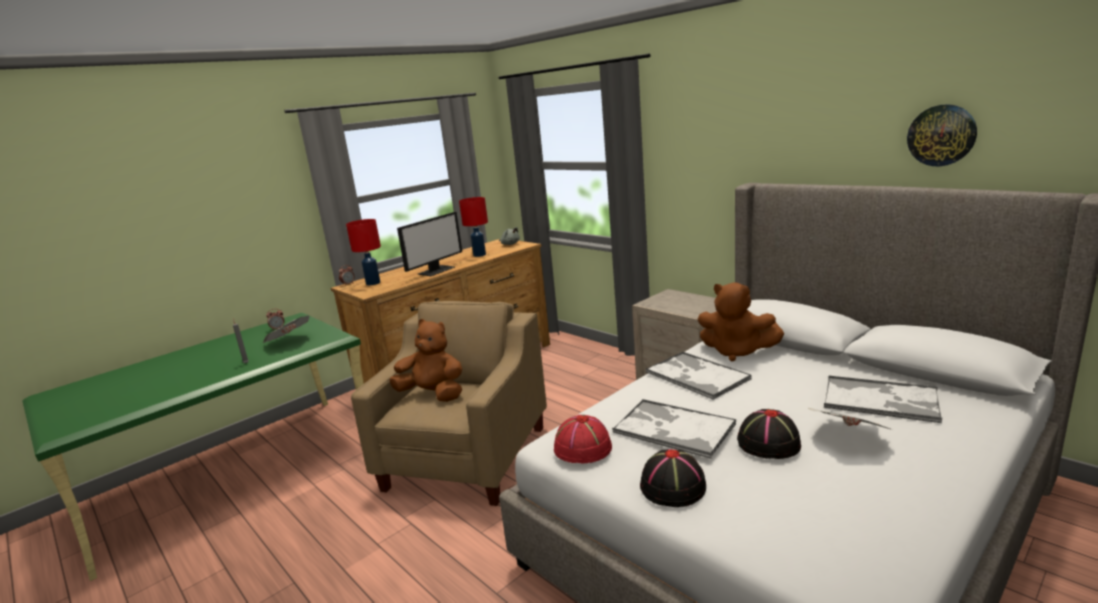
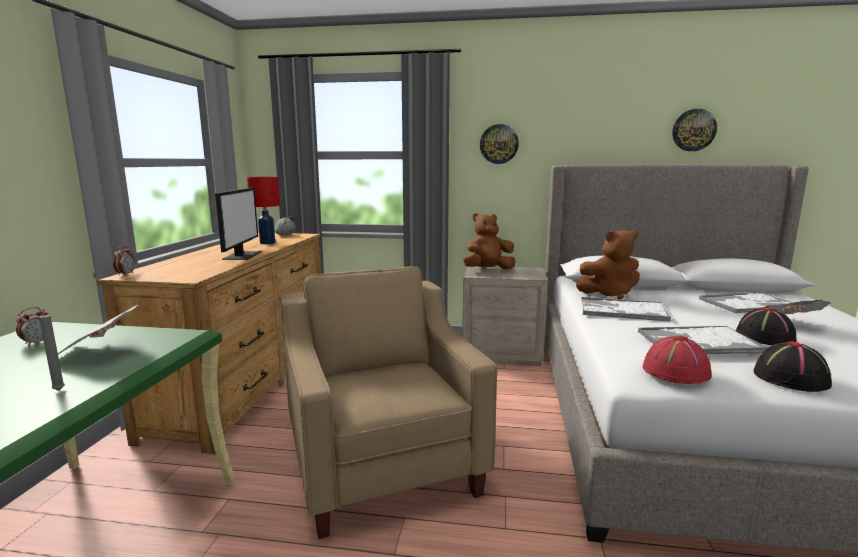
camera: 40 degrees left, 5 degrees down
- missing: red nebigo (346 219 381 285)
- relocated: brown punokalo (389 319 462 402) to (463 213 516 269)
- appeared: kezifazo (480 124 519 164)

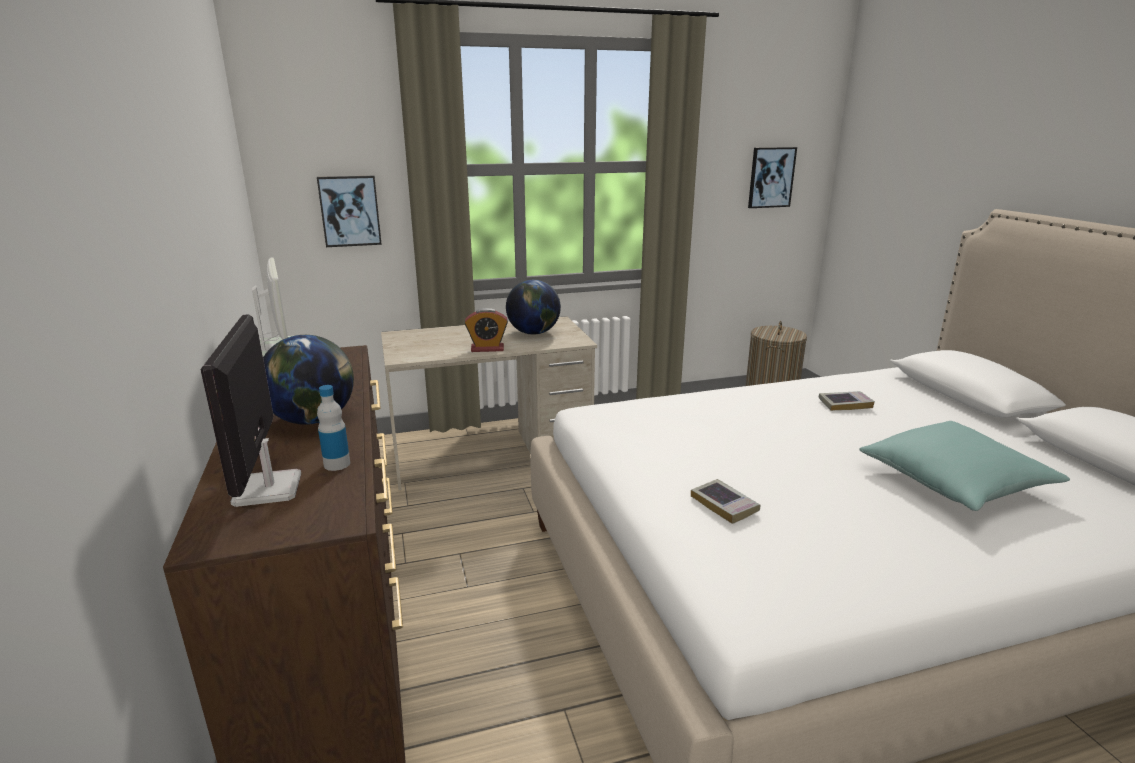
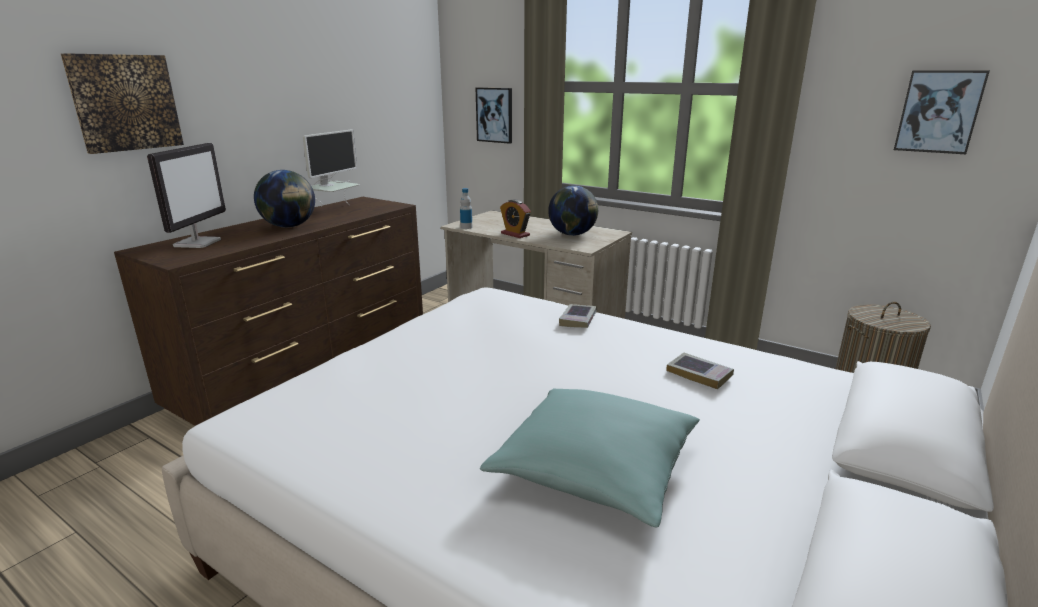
camera: 50 degrees right, 0 degrees up
- spun: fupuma (200 314 301 507) = (147 143 226 248) 150 degrees clockwise
- relocated: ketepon (317 385 350 471) to (460 188 472 229)
- relocated: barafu (691 479 760 524) to (559 304 597 328)
- appeared: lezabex (61 53 184 154)

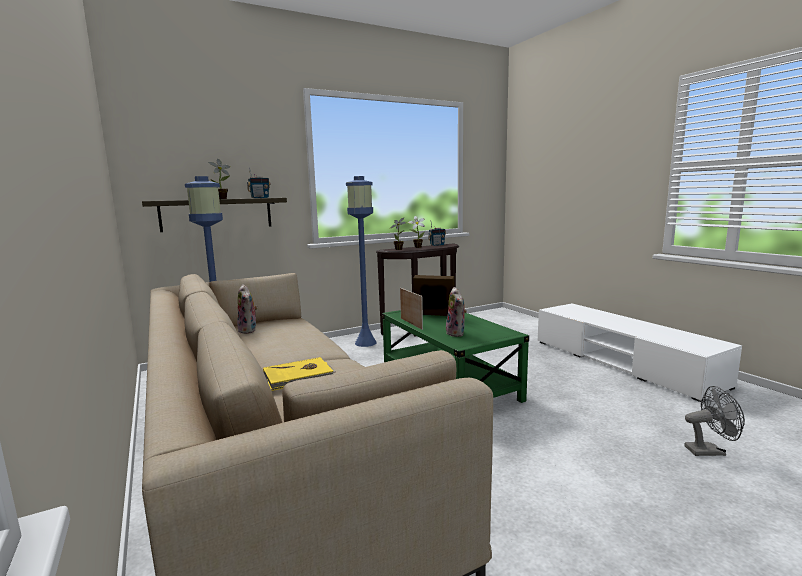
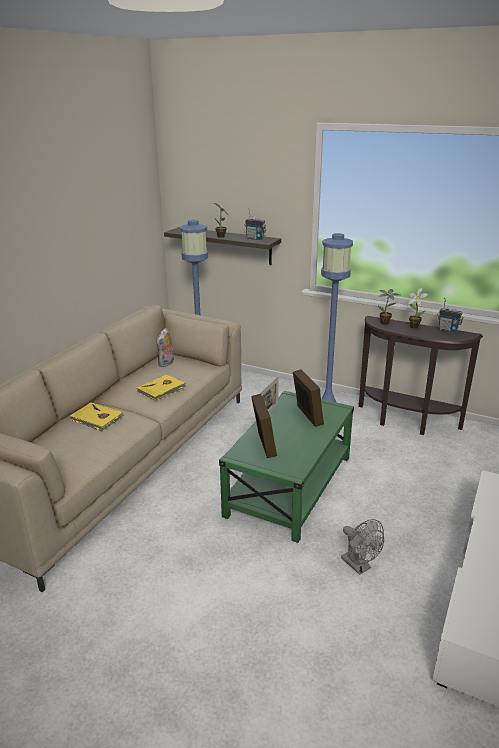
camera: 55 degrees right, 15 degrees up
- exchanged: punokalo (446 287 467 337) to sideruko (251 394 277 458)
- relocated: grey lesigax (684 386 745 456) to (341 519 384 575)
- appeared: yellow barafu (137 374 186 401)

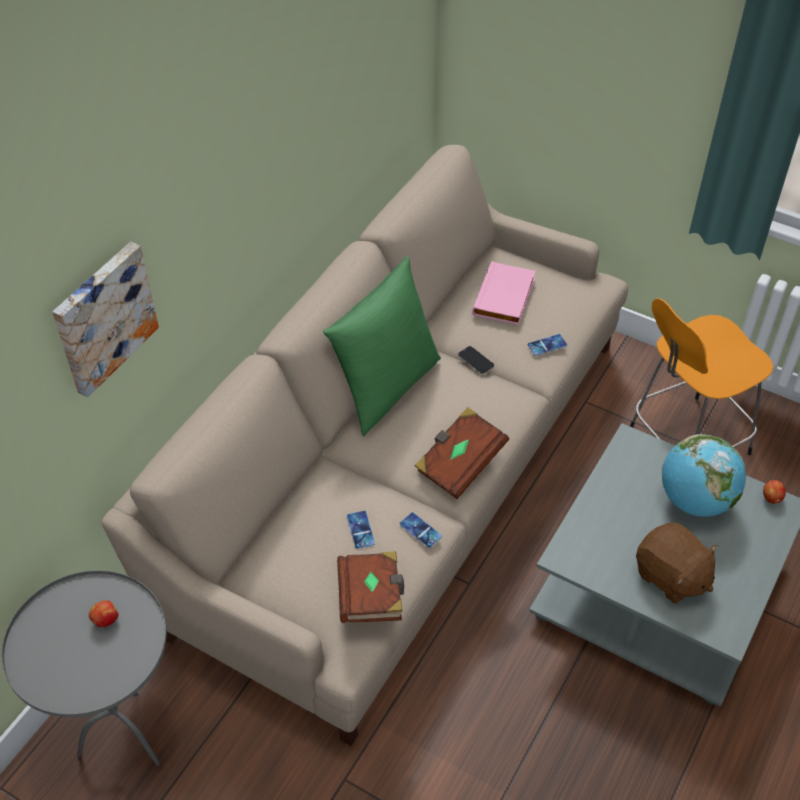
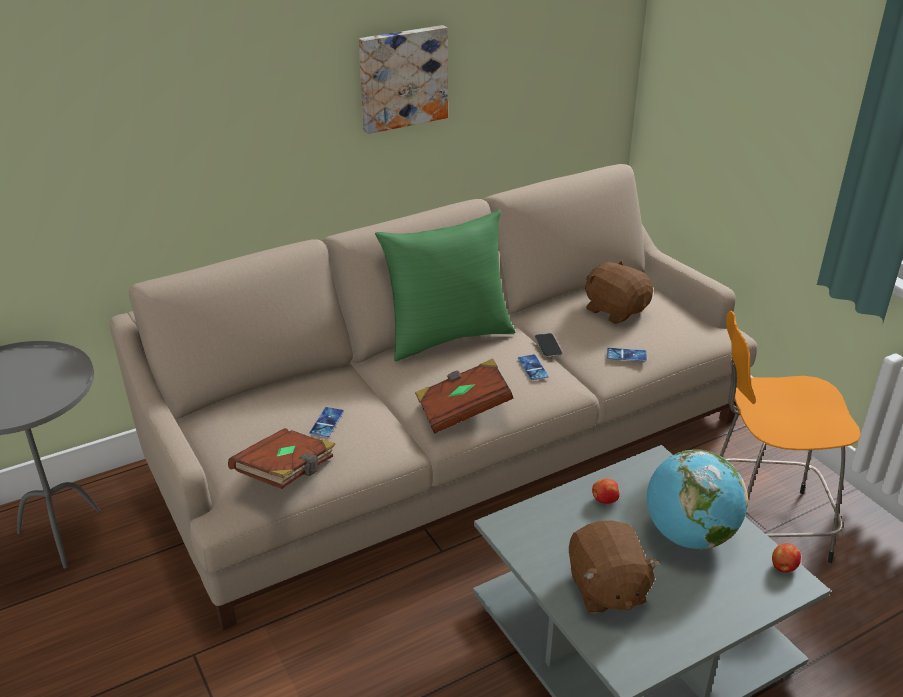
camera: 30 degrees right, 15 degrees down
- relocated: lezabex (52 242 159 398) to (359 25 448 134)
- relocated: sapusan (89 600 118 627) to (592 479 620 504)
- relocated: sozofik (399 512 442 548) to (518 354 549 380)
- exchanged: pink barafu (472 261 535 325) to brown punokalo (585 260 653 324)

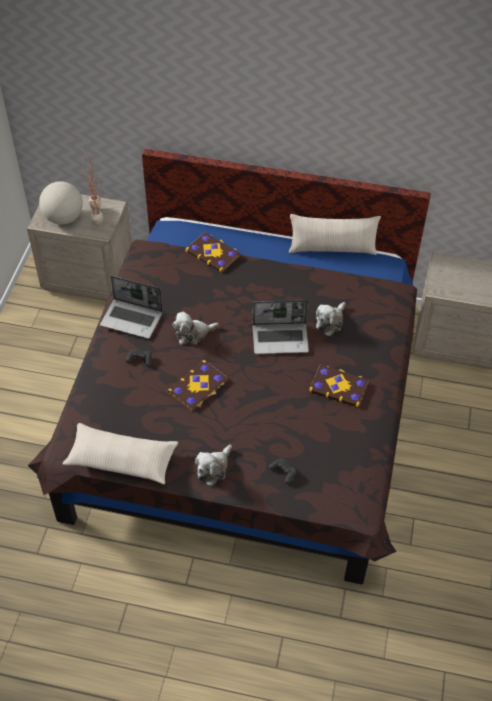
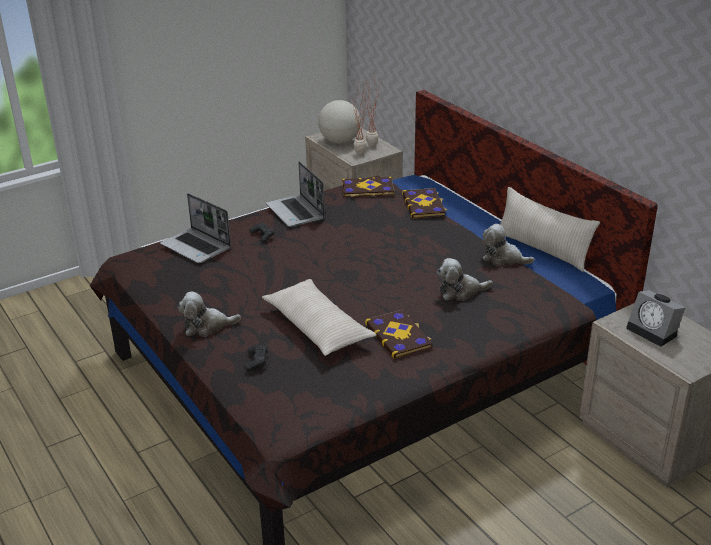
camera: 45 degrees right, 20 degrees down
- relocated: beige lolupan (63 423 178 484) to (262 279 376 356)
- relocated: barafu (168 360 228 411) to (342 177 395 197)
- relocated: punokalo (172 312 219 345) to (482 224 535 266)
- relocated: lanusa (253 300 309 354) to (160 193 231 263)
- appeared: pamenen (626 290 685 347)

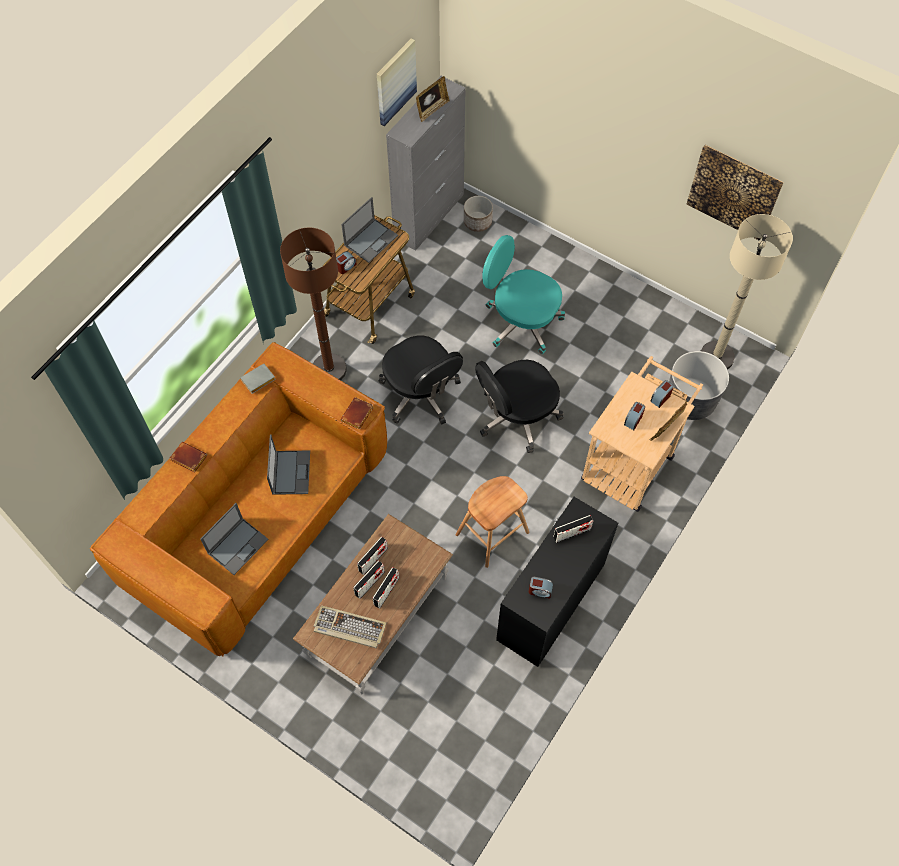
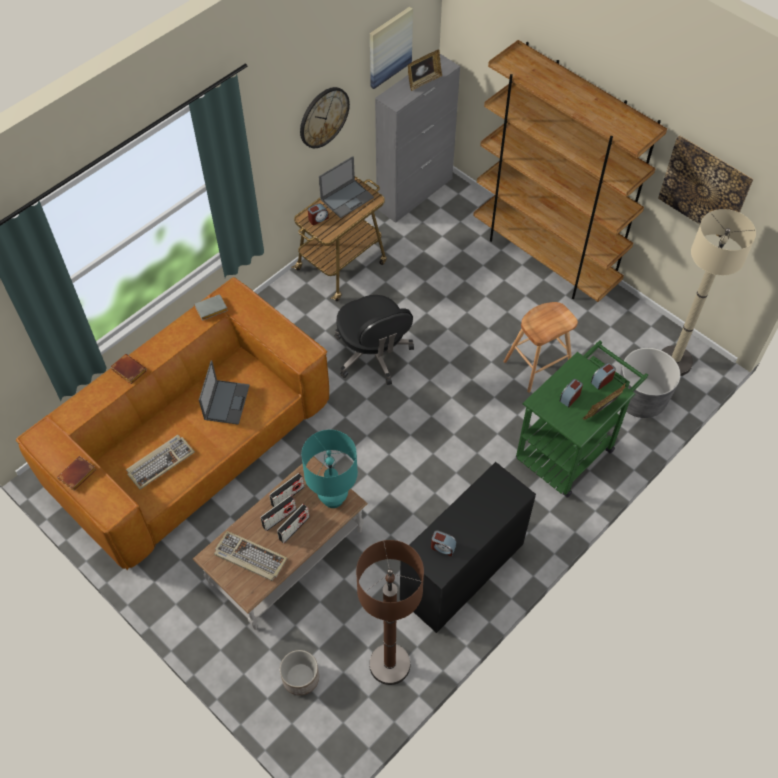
camera: 10 degrees right, 5 degrees down
- exchanged: lanusa (200 503 268 575) to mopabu (126 435 195 490)
- relocated: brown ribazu (280 228 347 380) to (356 540 424 685)
- relocated: brown barafu (340 397 374 430) to (57 456 96 491)
- relocated: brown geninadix (455 476 529 568) to (503 302 578 393)
- relocated: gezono (464 196 493 232) to (280 650 319 696)
- missing: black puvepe (475 360 564 453)
- missing: turquoise puvepe (482 235 565 354)
- missing: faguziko (553 515 593 543)
- colour: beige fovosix (581 356 703 512) to green fovosix (516 340 648 498)
- appeared: kezifazo (300 87 350 148)
- appeared: turquoise nebigo (301 430 358 508)
- appeared: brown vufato (473 40 667 302)

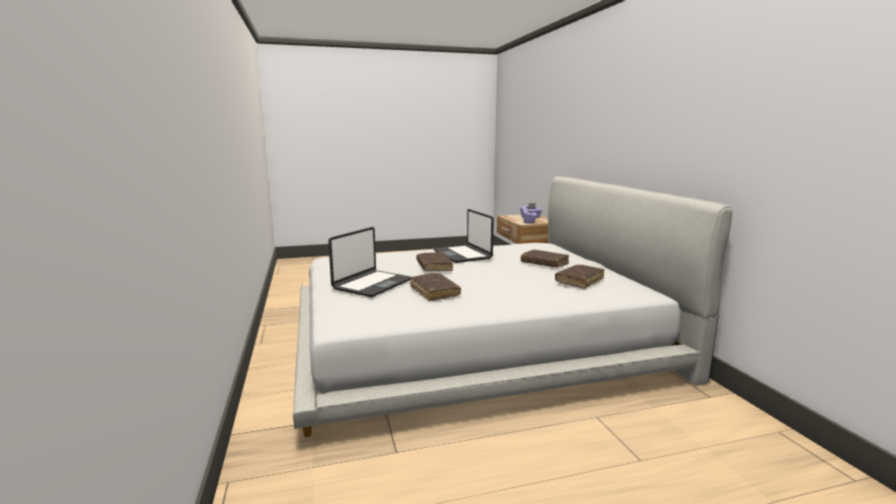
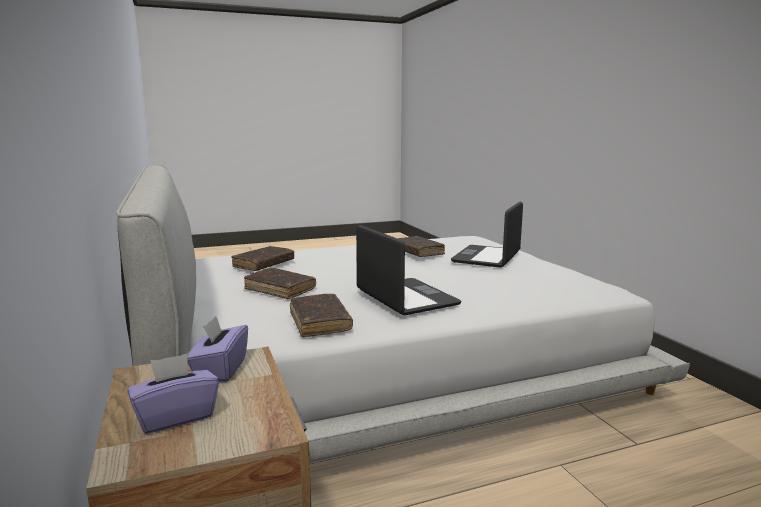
camera: 175 degrees right, 0 degrees up
- relocated: brown barafu (416 252 453 271) to (290 294 353 337)

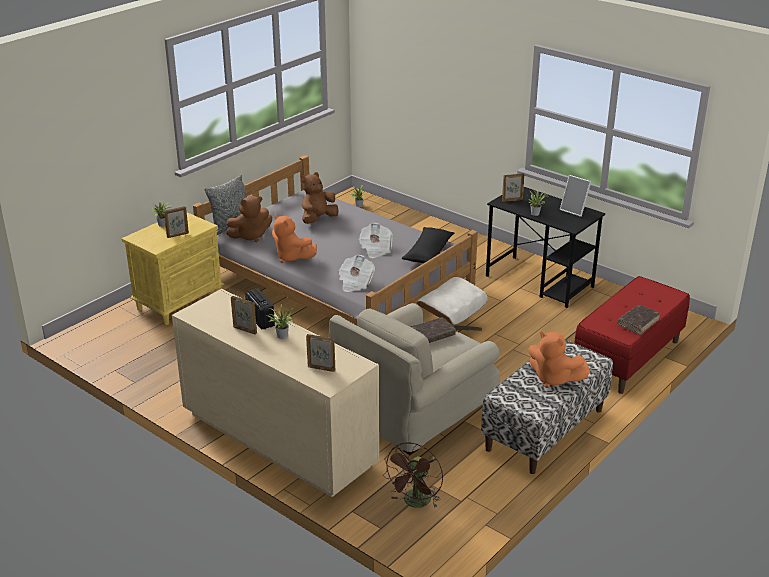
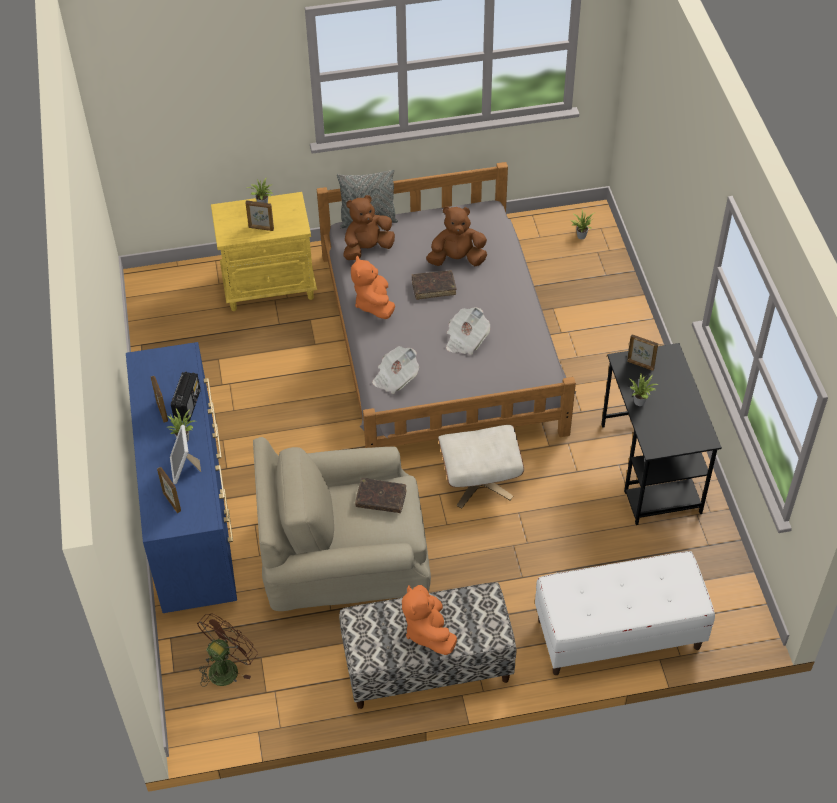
camera: 40 degrees right, 20 degrees up
- colour: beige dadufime (172 289 379 497) to blue dadufime (126 342 237 613)
- spun: brown punokalo (226 196 272 242) = (343 195 395 260) 135 degrees clockwise
- spun: brown lesigax (383 443 443 508) = (197 613 258 687) 150 degrees clockwise
- missing: black lolupan (402 227 454 263)
- relocated: sideruko (560 175 591 217) to (170 425 201 484)
- colour: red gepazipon (574 276 690 394) to white gepazipon (535 551 715 675)
- relocated: brown barafu (618 305 660 335) to (412 270 456 300)

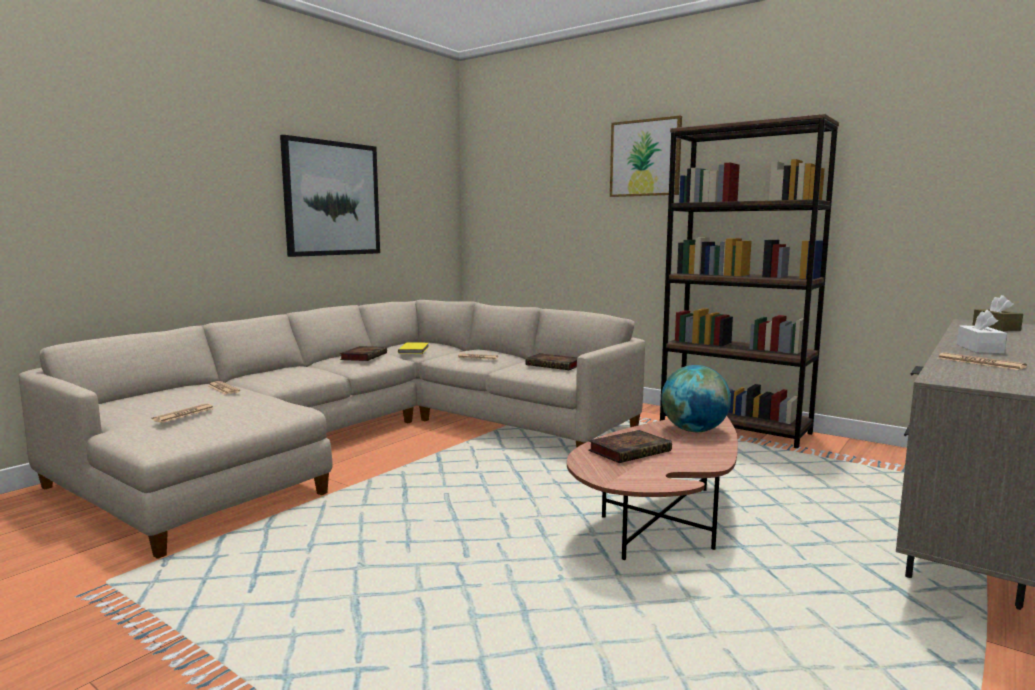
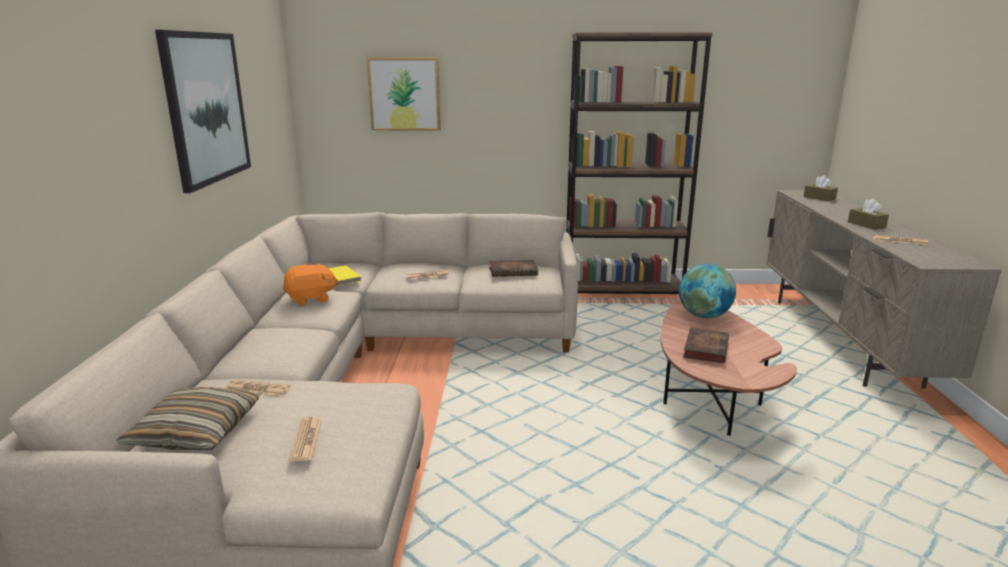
camera: 35 degrees left, 10 degrees up
- exchanged: barafu (340 346 387 361) to orange punokalo (283 263 338 306)
- relocated: lezabex (610 116 682 197) to (367 57 441 131)
- colour: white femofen (957 310 1007 354) to brown femofen (848 199 889 230)
- appeared: lolupan (116 387 261 450)

